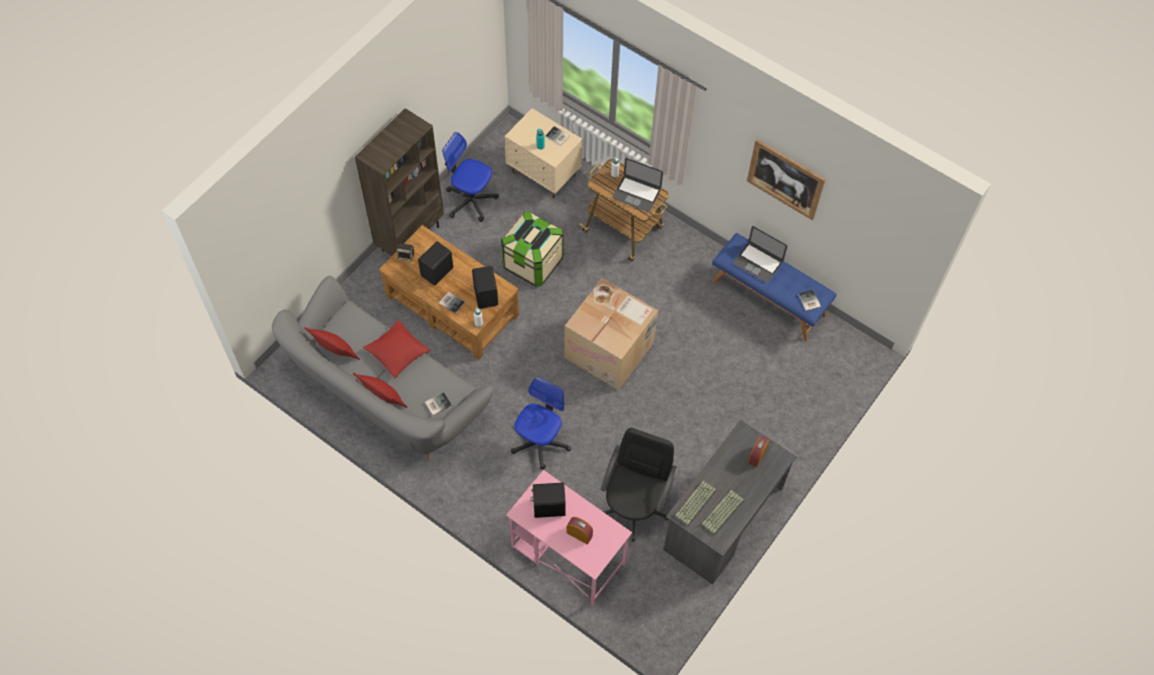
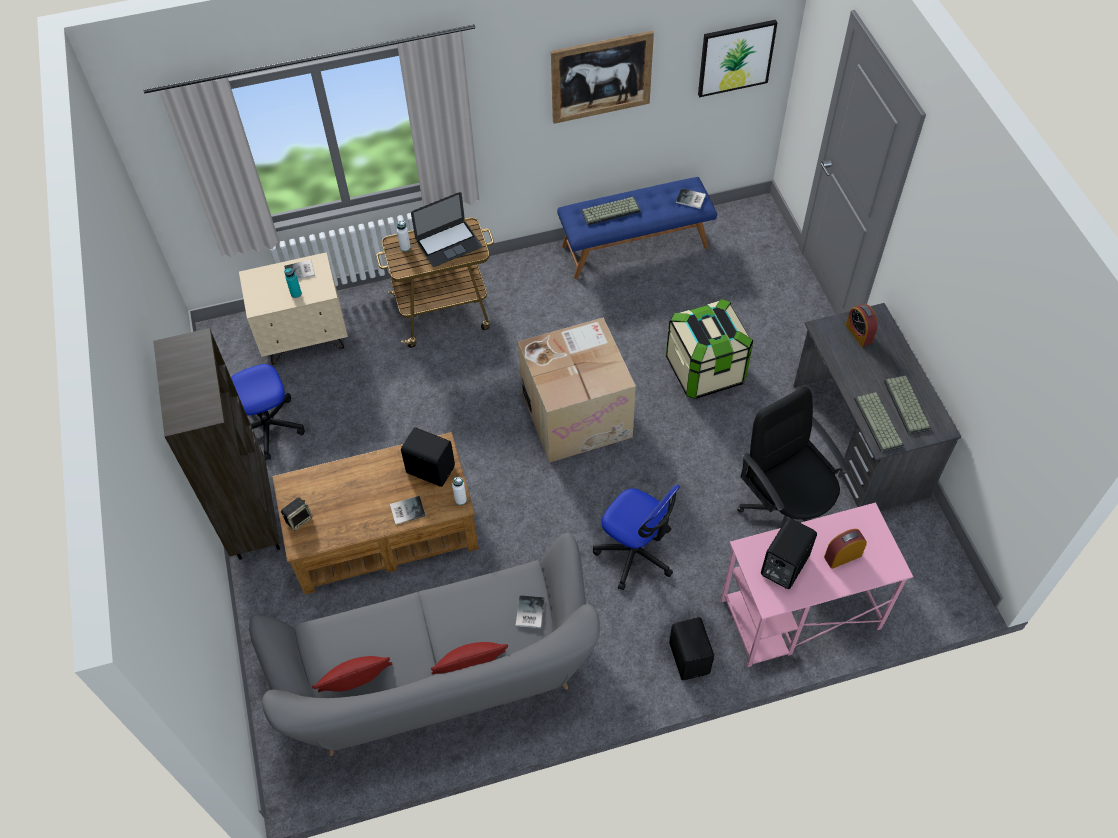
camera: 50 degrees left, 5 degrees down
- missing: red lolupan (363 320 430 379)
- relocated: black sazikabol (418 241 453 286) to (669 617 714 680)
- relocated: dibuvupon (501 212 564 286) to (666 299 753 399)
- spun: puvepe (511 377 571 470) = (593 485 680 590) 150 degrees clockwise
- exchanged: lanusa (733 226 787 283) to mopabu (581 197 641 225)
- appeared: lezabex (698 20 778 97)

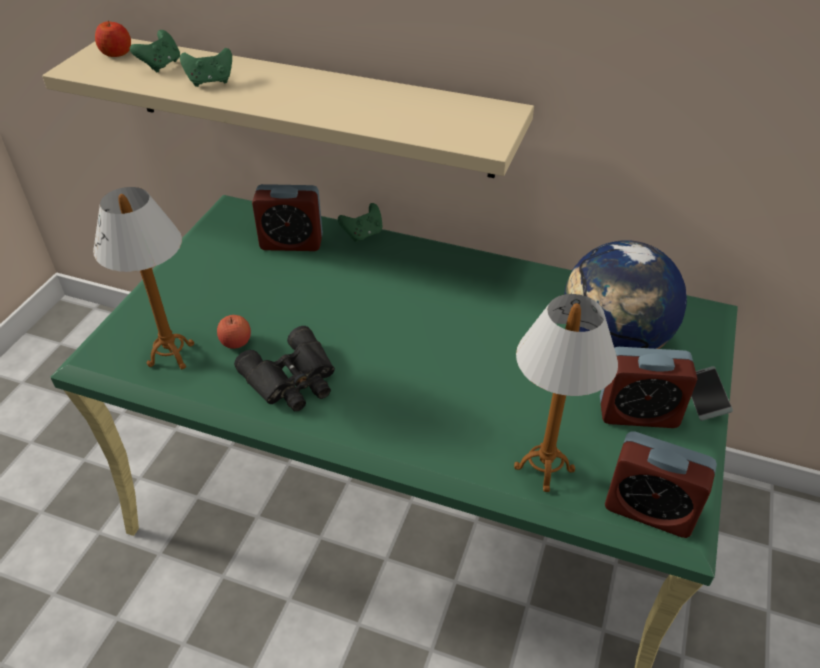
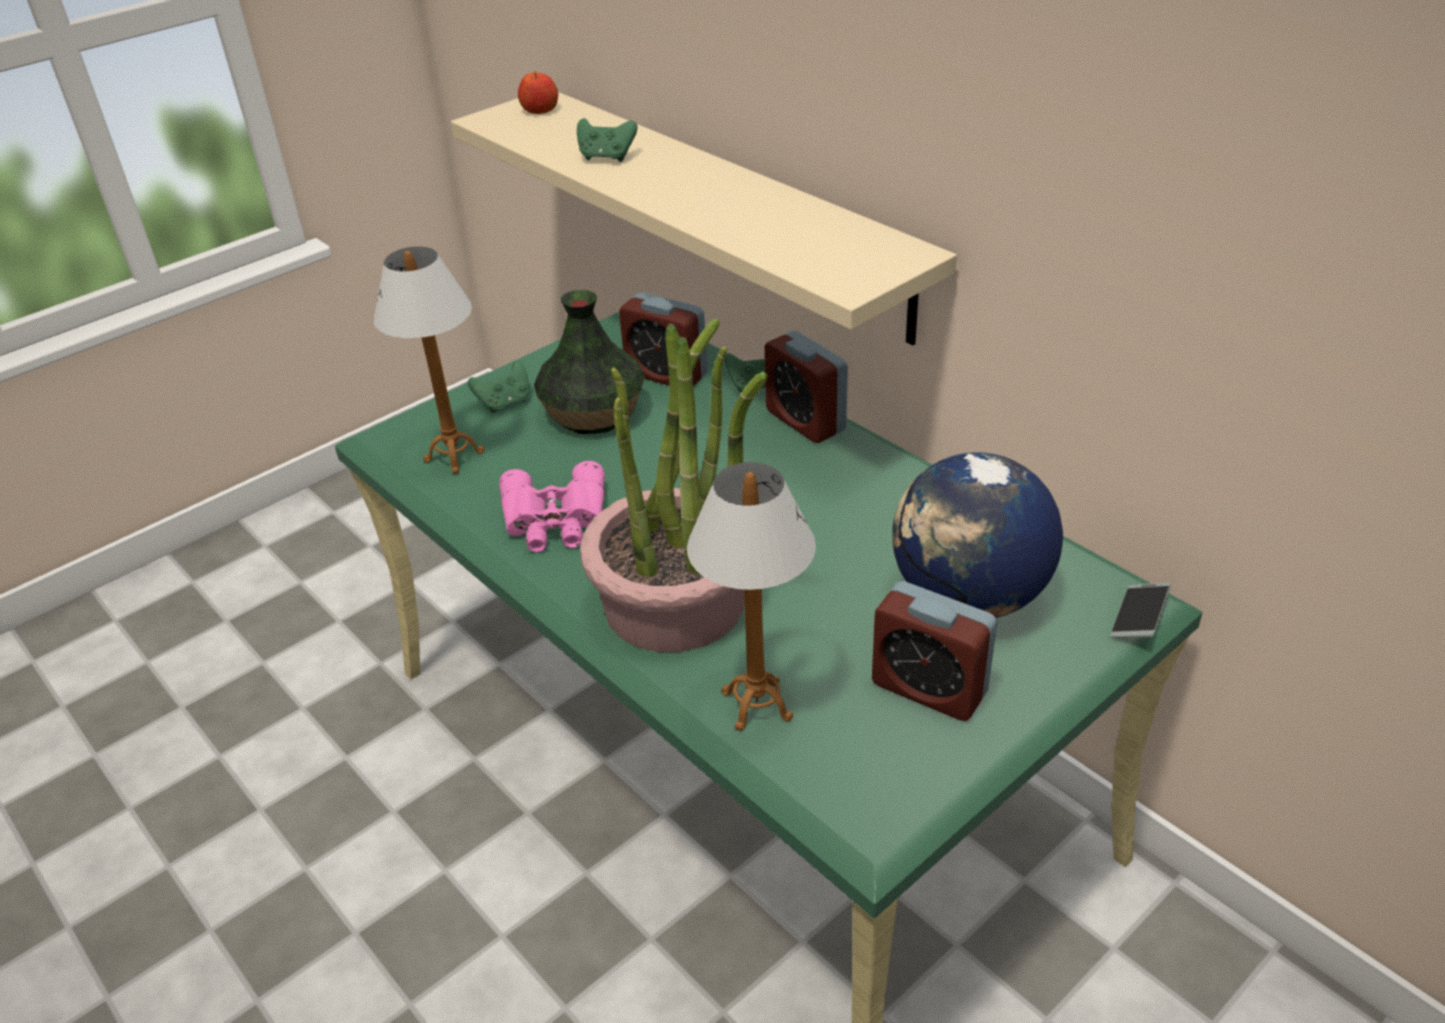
camera: 30 degrees right, 5 degrees down
- relocated: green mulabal (130 30 180 72) to (468 361 529 413)
- missing: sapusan (217 315 251 349)
- colour: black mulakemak (234 326 335 411) to pink mulakemak (499 461 605 553)
- relocated: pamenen (605 431 717 538) to (765 331 848 443)
- relocated: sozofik (691 366 733 421) to (1110 583 1171 638)
- appeared: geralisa (534 290 645 434)
- appeared: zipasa (580 319 768 652)

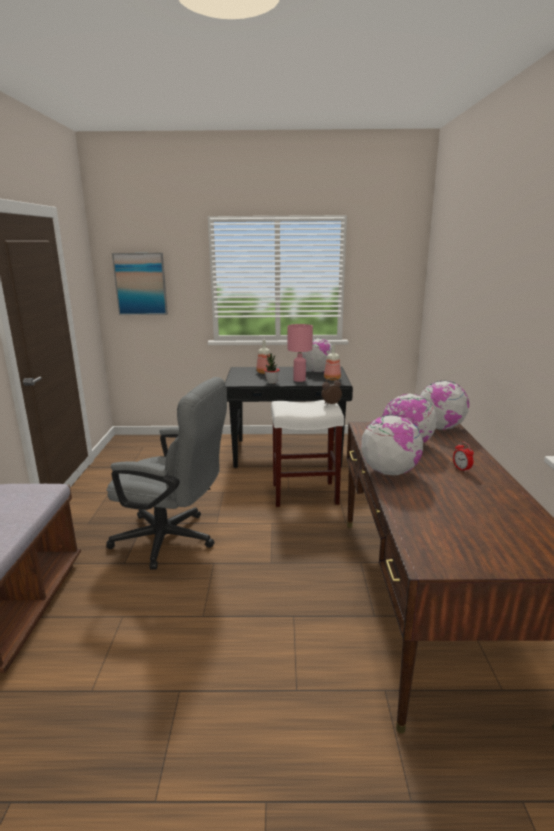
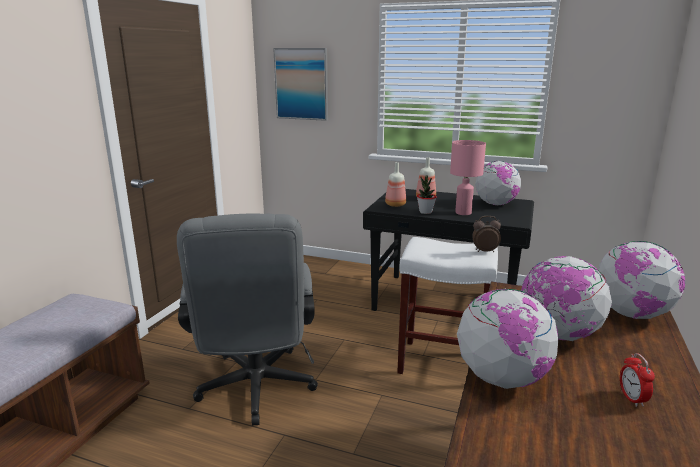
camera: 20 degrees right, 0 degrees up
- spun: grey puvepe (106 377 227 569) = (177 214 318 426) 45 degrees clockwise
- relocated: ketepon (324 345 341 380) to (385 162 406 207)

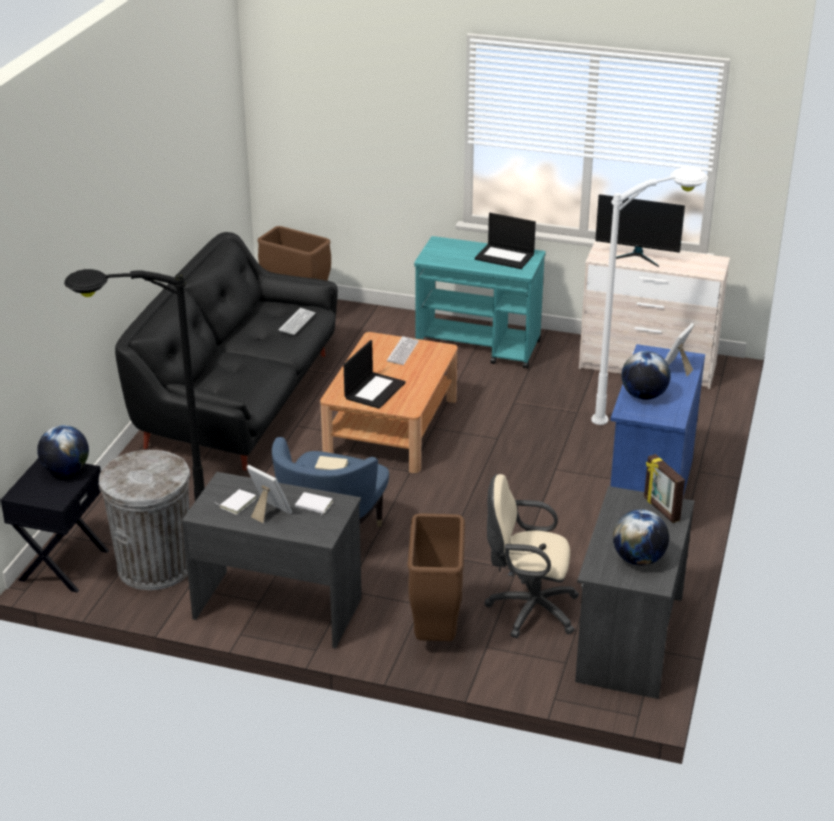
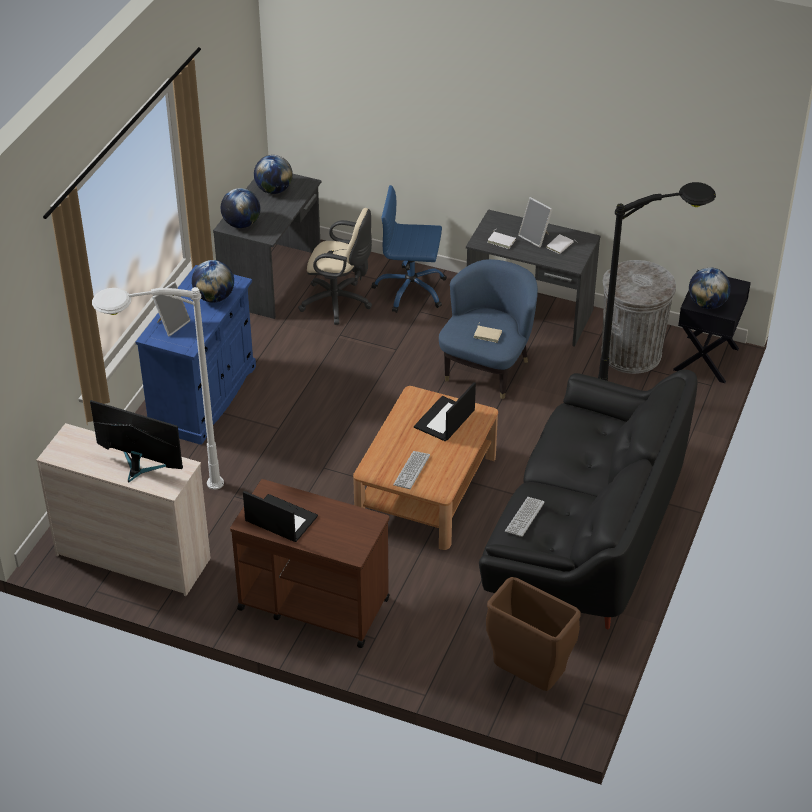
camera: 175 degrees left, 10 degrees up
- exchanged: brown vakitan (408 513 465 641) to blue puvepe (372 185 447 313)
- colour: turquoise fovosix (414 236 546 369) to brown fovosix (230 479 390 648)
- exchanged: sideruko (644 454 685 523) to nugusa (221 188 260 228)

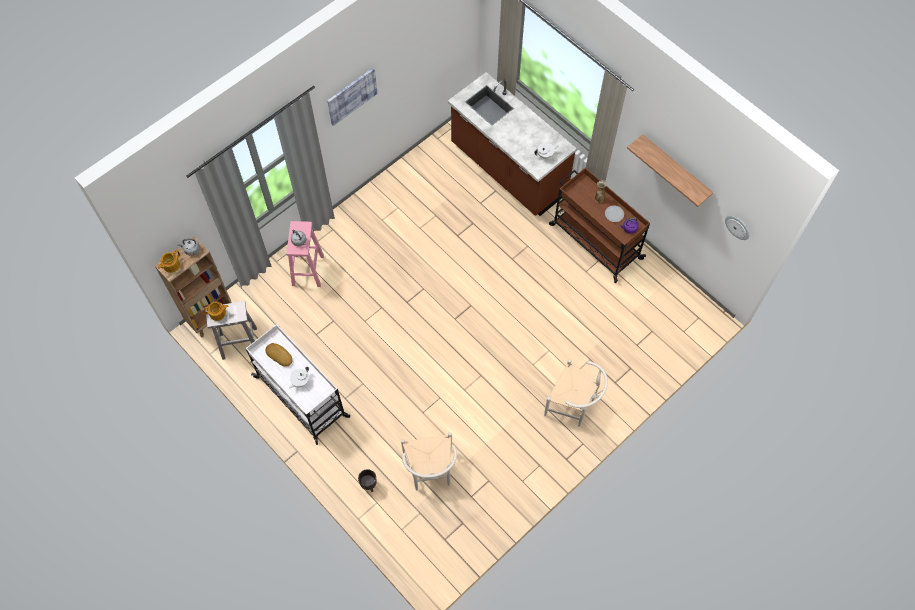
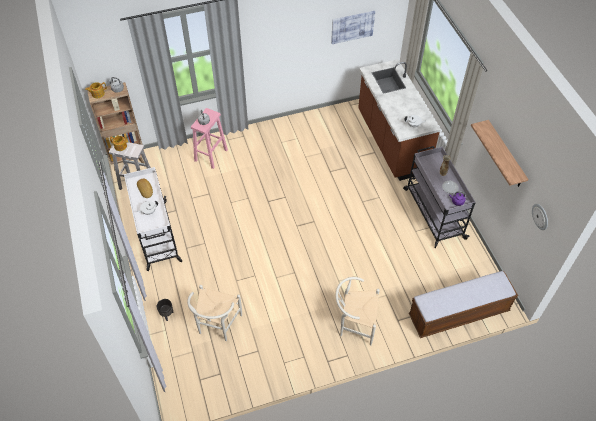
camera: 25 degrees right, 10 degrees down
- relocated: lezabex (327 68 377 126) to (331 11 375 44)
- spun: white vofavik (544 359 608 427) = (336 277 380 346) 135 degrees clockwise
- colour: brown fovosix (549 168 650 283) to grey fovosix (403 146 476 248)
- appeared: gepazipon (409 271 518 338)

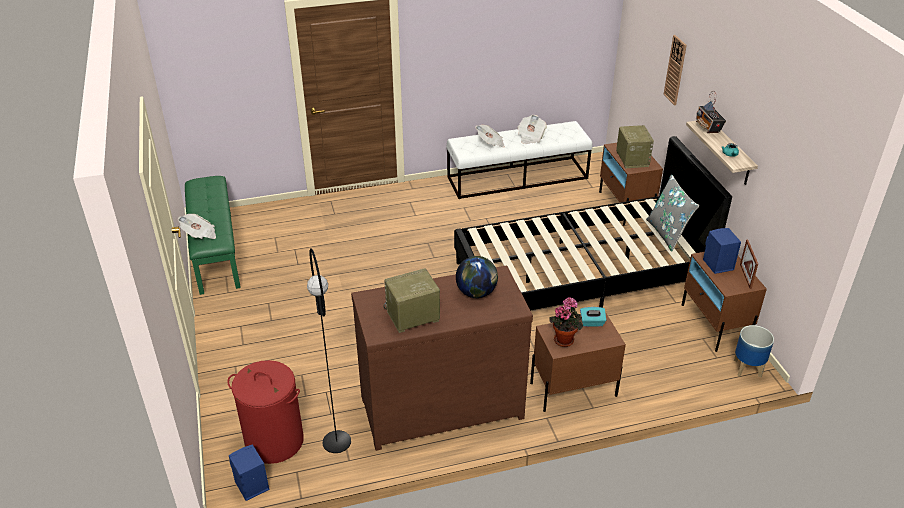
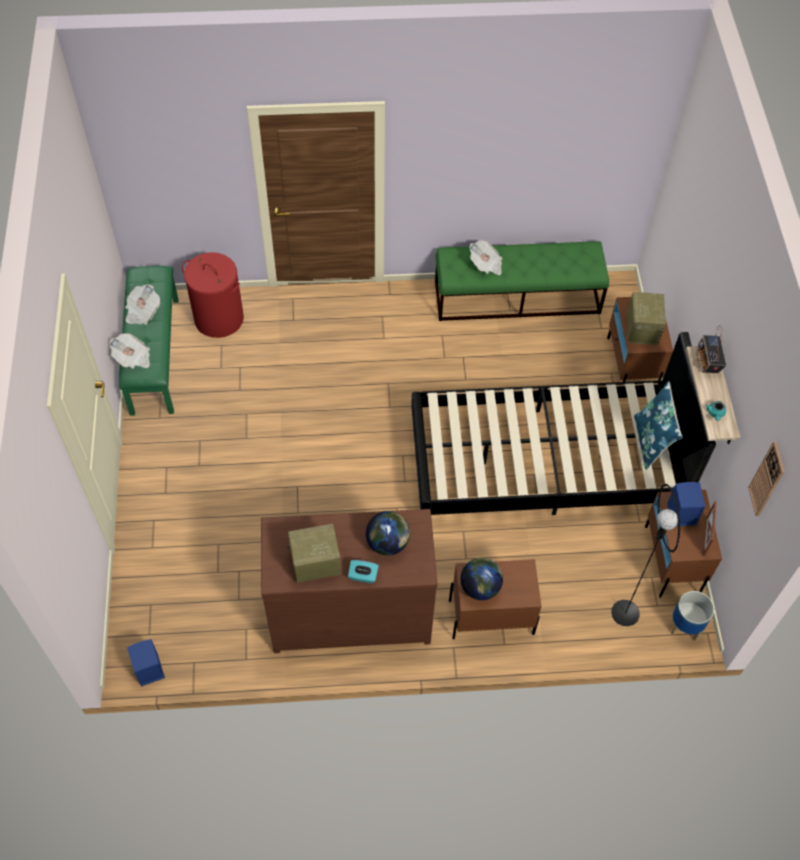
camera: 10 degrees right, 20 degrees up
- relocated: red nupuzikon (227 360 304 464) to (182 252 244 338)
- relocated: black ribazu (307 248 351 453) to (611 484 680 626)
- colour: white gepazipon (446 121 592 199) to green gepazipon (435 241 609 321)
- relocated: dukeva (517 115 547 144) to (125 284 160 325)
- exchanged: zipasa (549 298 583 347) to nugusa (461 558 503 600)
- relocated: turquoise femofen (580 307 606 327) to (348 560 379 583)
- colour: grey lolupan (646 175 699 252) to blue lolupan (634 381 682 470)
- relocated: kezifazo (663 35 687 106) to (748 441 785 516)

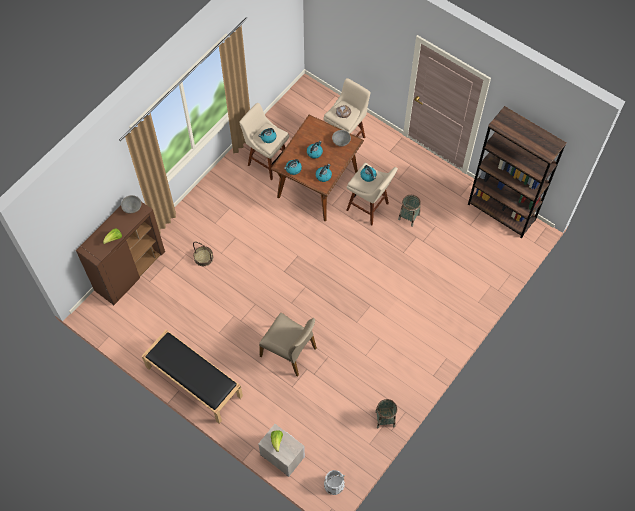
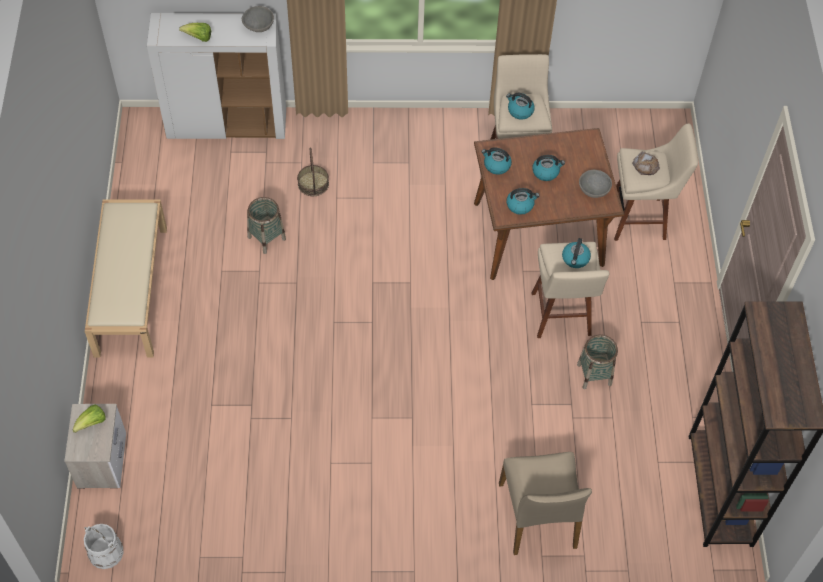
camera: 50 degrees right, 5 degrees down
- colour: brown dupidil (76 202 165 305) to white dupidil (147 13 286 139)
- colour: black gepazipon (142 330 243 424) to beige gepazipon (85 199 167 357)
- relocated: beige vofavik (259 313 317 377) to (499 452 592 555)
- relocated: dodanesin (375 399 397 428) to (247 197 286 254)

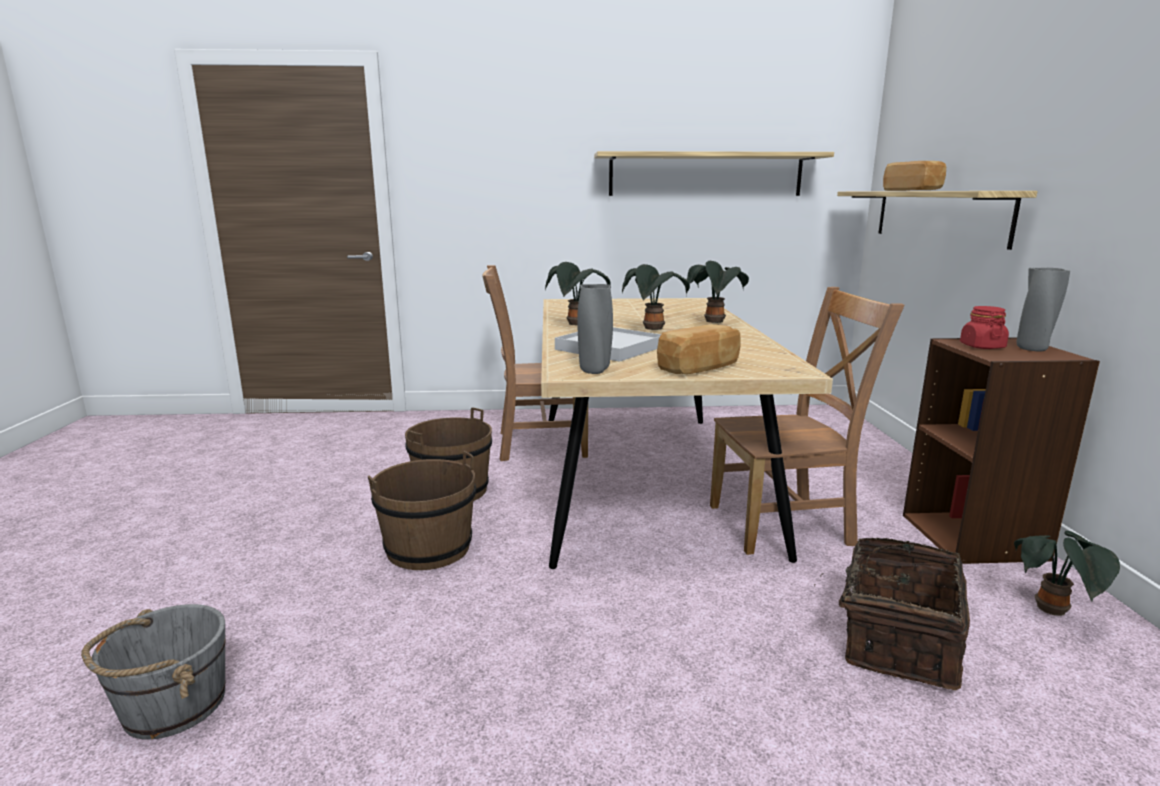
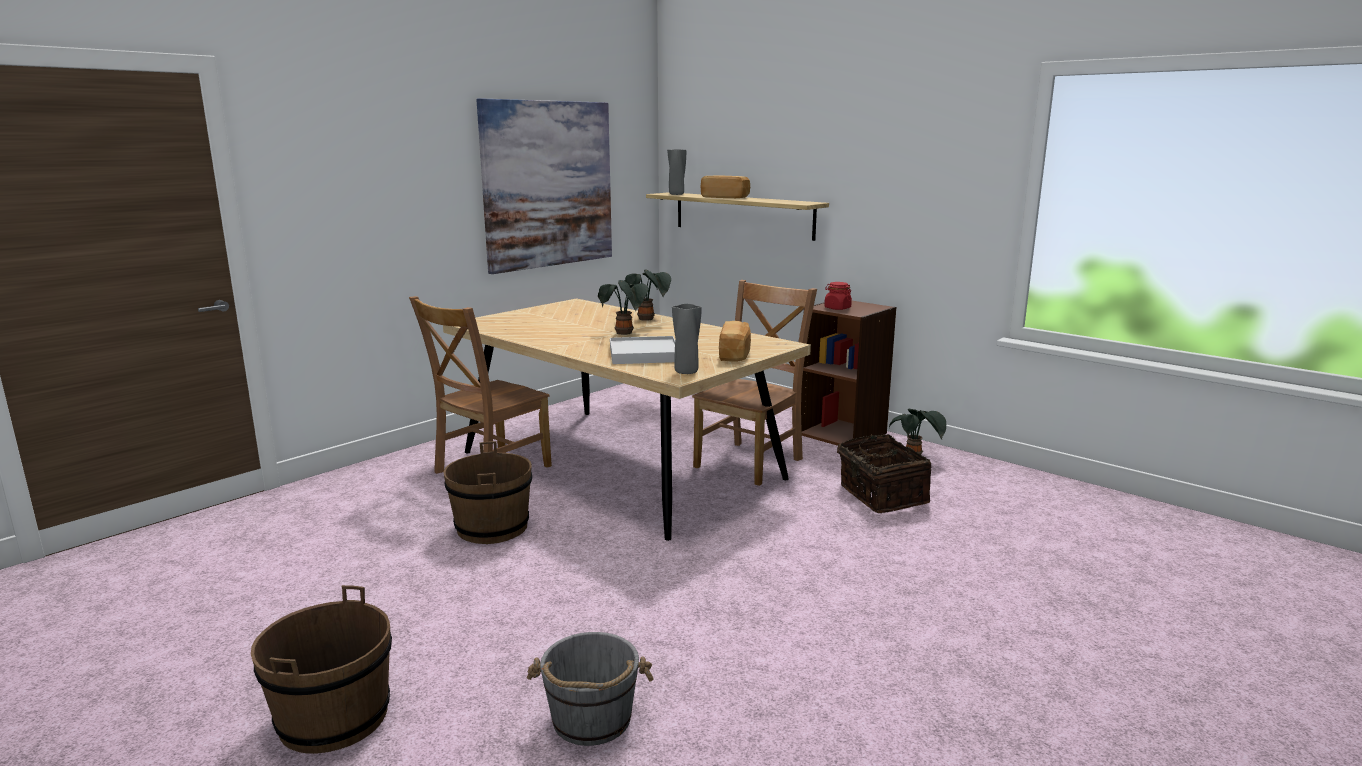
camera: 45 degrees left, 0 degrees up
- relocated: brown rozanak (368 451 476 570) to (251 585 392 754)
- missing: zipasa (545 262 611 325)
- exchanged: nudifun (594 151 834 196) to lezabex (476 98 612 274)
- relocated: grey geralisa (1017 268 1070 352) to (667 149 686 195)

